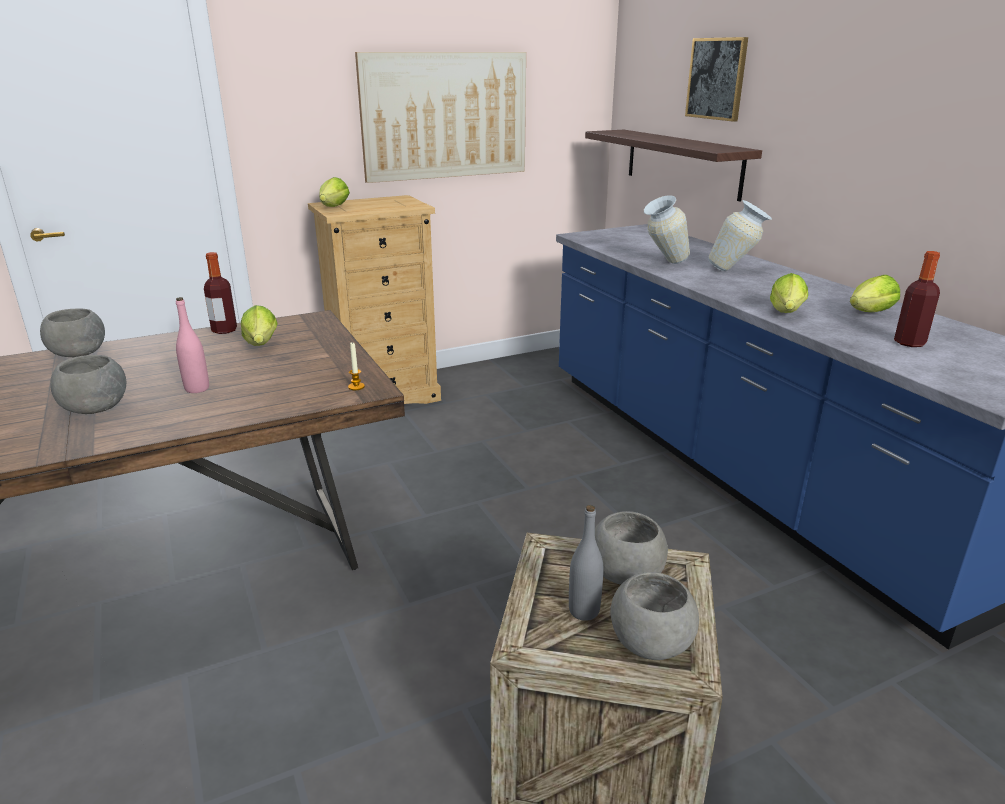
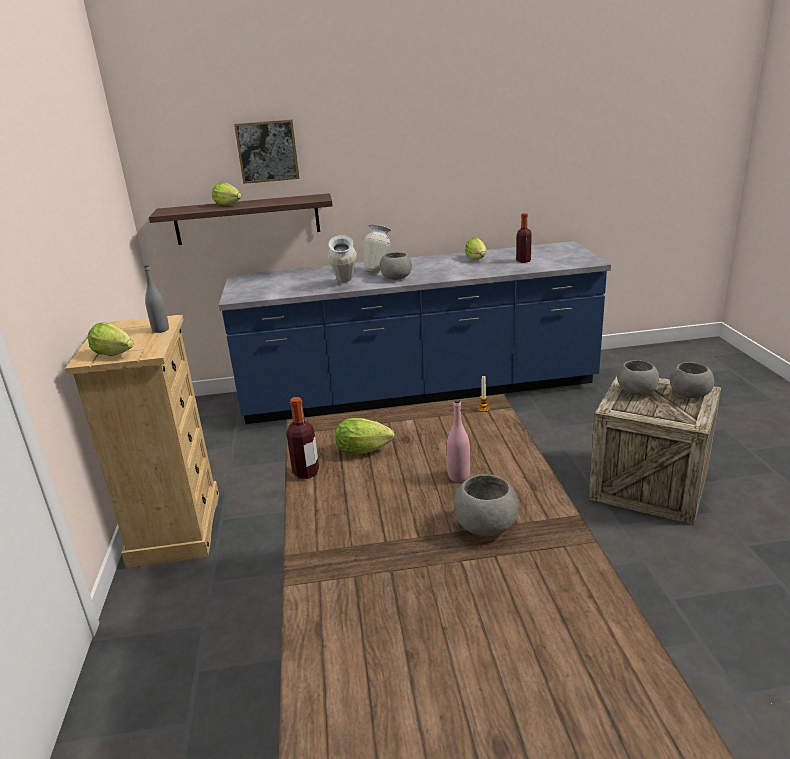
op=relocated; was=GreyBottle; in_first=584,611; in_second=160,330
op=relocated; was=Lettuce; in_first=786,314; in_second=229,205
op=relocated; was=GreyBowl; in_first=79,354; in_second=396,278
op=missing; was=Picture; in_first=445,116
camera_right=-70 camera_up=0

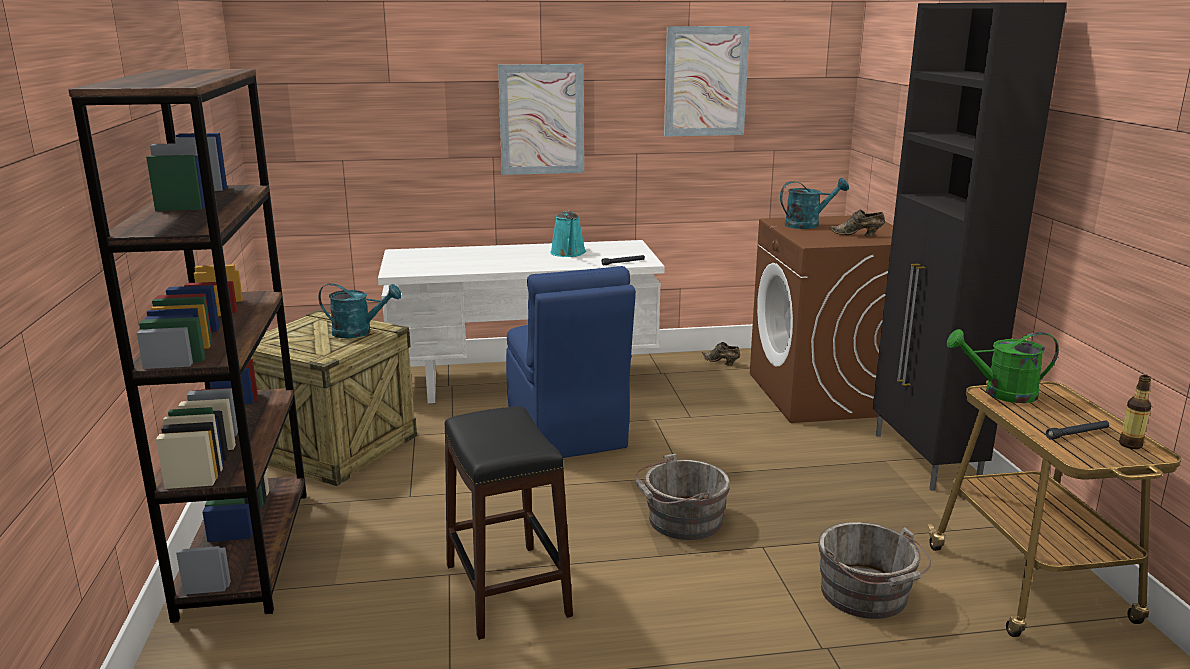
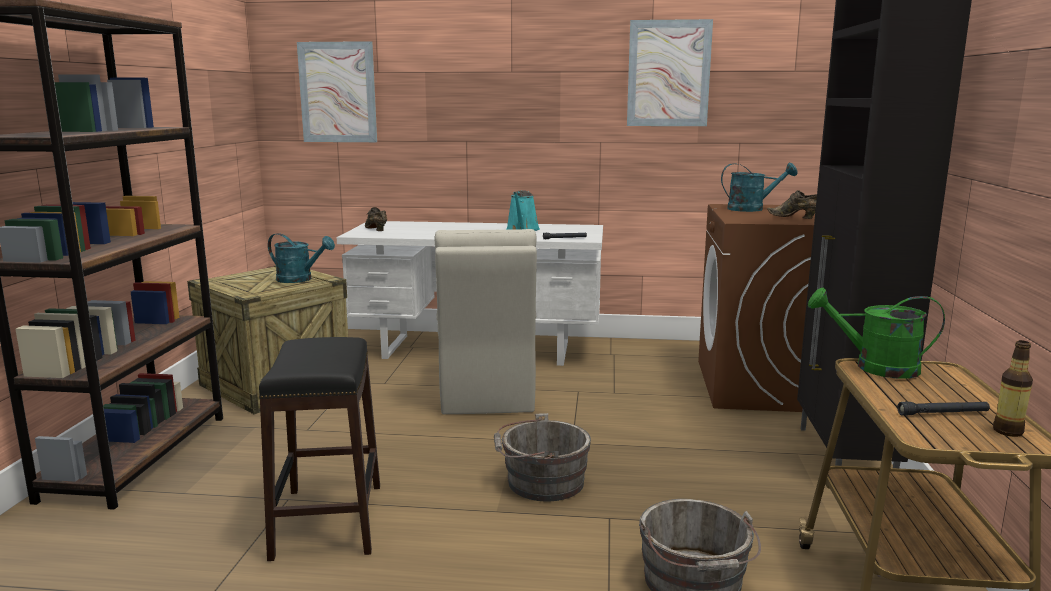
op=relocated; was=Picture; in_first=542,119; in_second=338,92
op=relocated; was=BrownShoe; in_first=721,362; in_second=375,229
op=colour; was=BlueChair; now=BeigeChair; in_first=566,432; in_second=486,393
camera_right=15 camera_up=-5

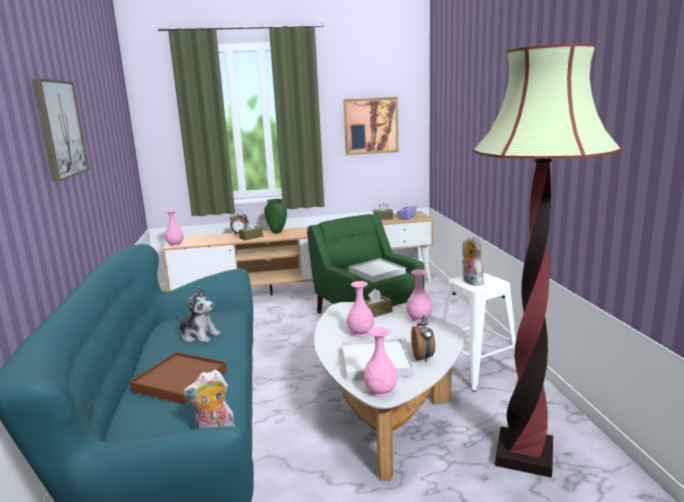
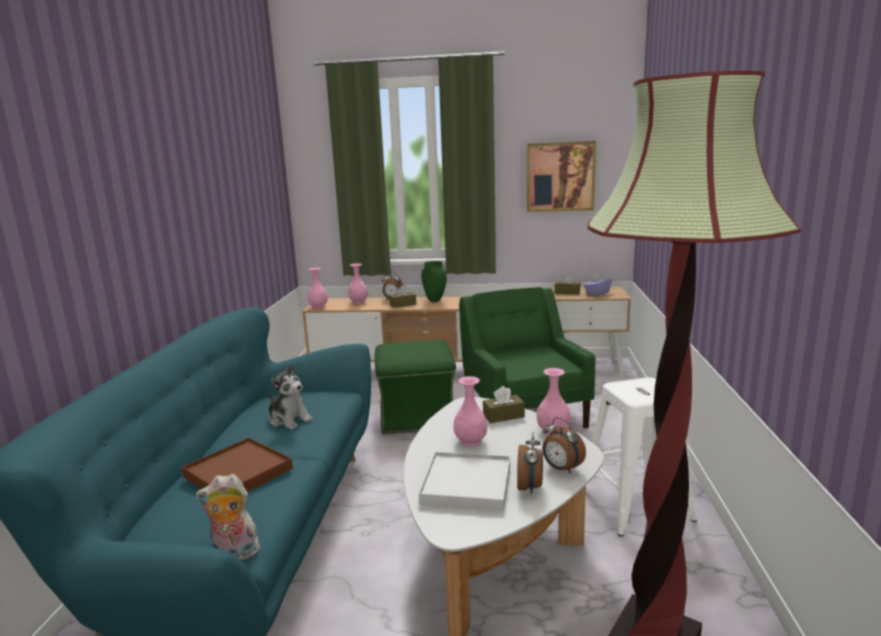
op=relocated; was=PinkVase; in_first=380,391; in_second=358,302
op=appeared; now=GreenOttoman; in_second=417,416
op=appeared; now=AlarmClock; in_second=561,469
op=missing; was=Picture; in_first=59,129
op=missing; was=WhiteTray; in_first=377,272
op=missing; was=PlushToy; in_first=470,282
camera_right=15 camera_up=0

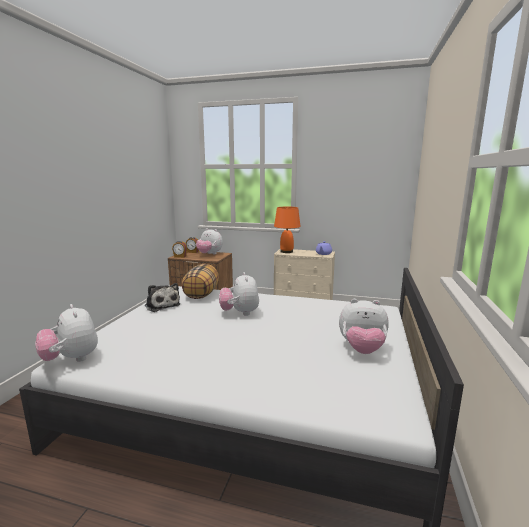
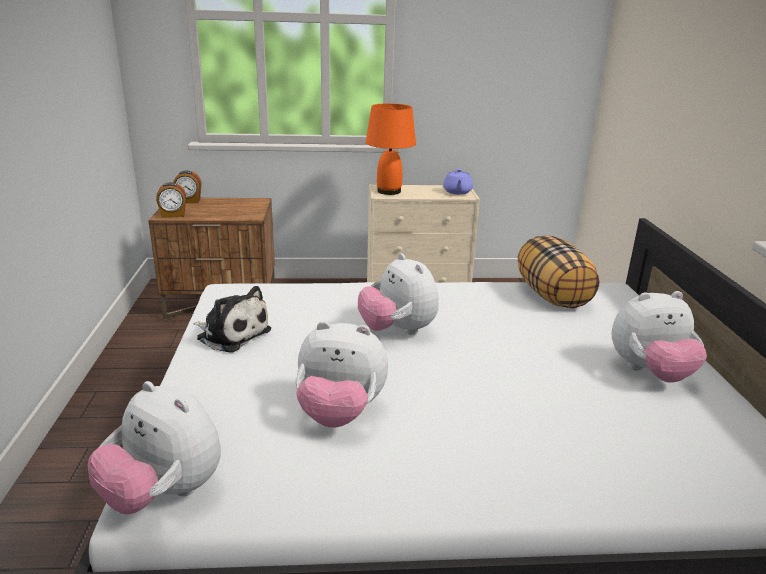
op=relocated; was=PlushToy; in_first=209,254; in_second=339,414
op=relocated; was=Pillow; in_first=201,294; in_second=553,296
camera_right=-20 camera_up=10

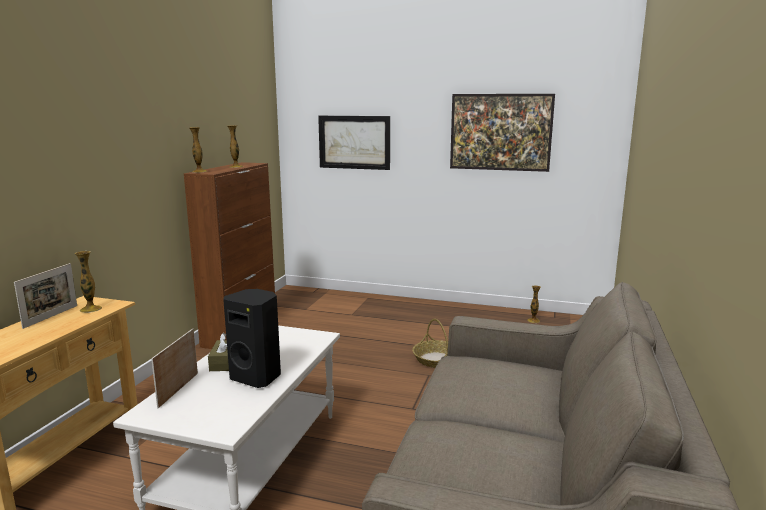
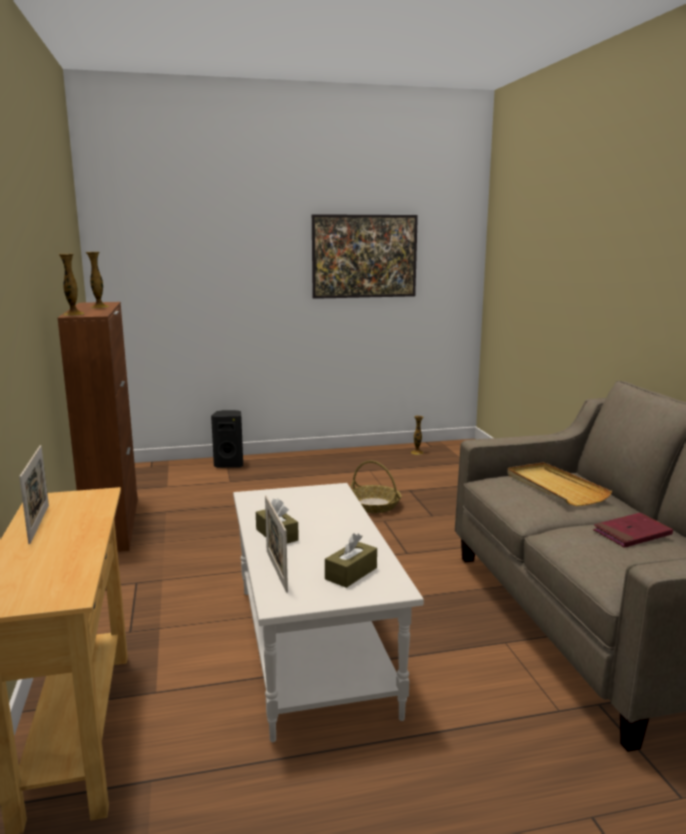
op=relocated; was=BlackSpeaker; in_first=257,377; in_second=230,464
op=appeared; now=BrownTissueBox; in_second=351,573
op=appeared; now=BeigeTray; in_second=555,487
op=appeared; now=RedBook; in_second=632,533
op=missing; was=Vase; in_first=91,309
op=missing; was=Picture; in_first=354,142
camera_right=-30 camera_up=0

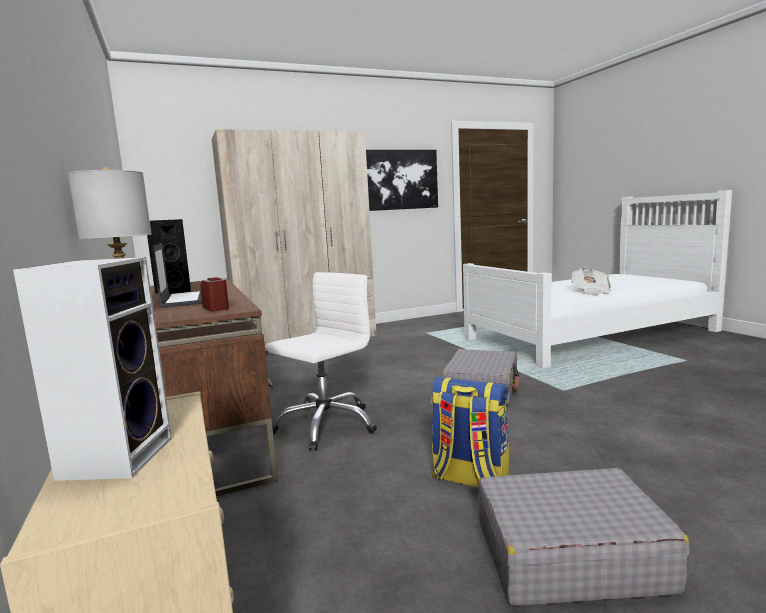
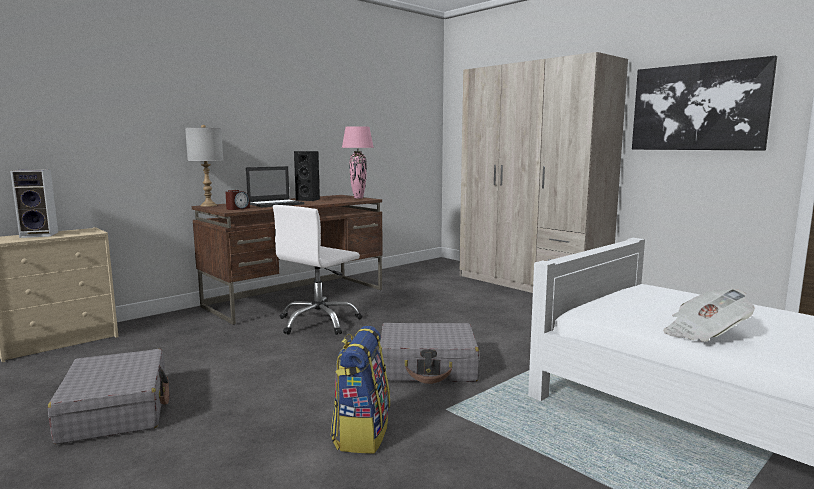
op=spun; was=WhiteOfficeChair; in_first=325,425; in_second=319,322; clockwise=105
op=relocated; was=Backpack; in_first=469,478; in_second=361,433
op=appeared; now=PinkTableLamp; in_second=358,198
camera_right=70 camera_up=0

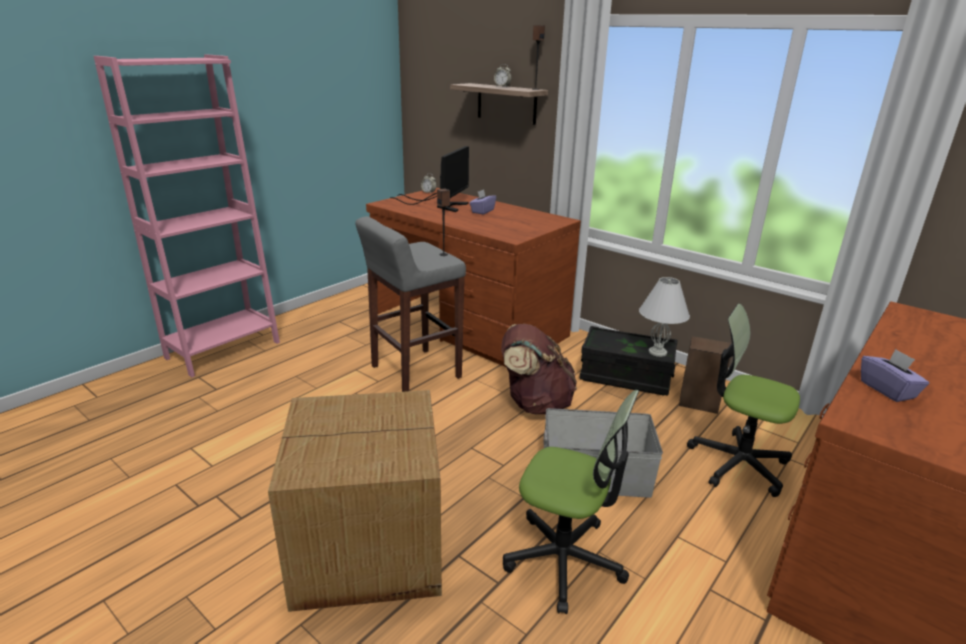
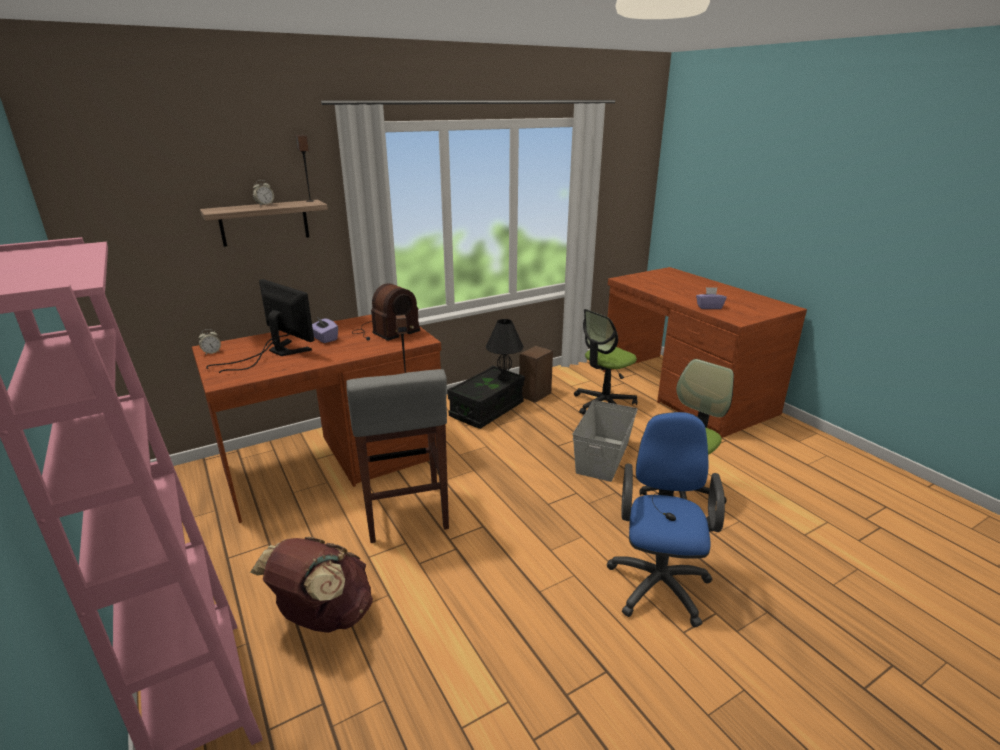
op=relocated; was=BrownBackpack; in_first=534,404; in_second=323,616
op=appeared; now=Radio; in_second=385,332
op=colour; was=WhiteTableLamp; now=BlackTableLamp; in_first=657,352; in_second=504,377
op=exchanged; was=CardboardBox; now=BlueOfficeChair; in_first=370,547; in_second=658,581
camera_right=-70 camera_up=0

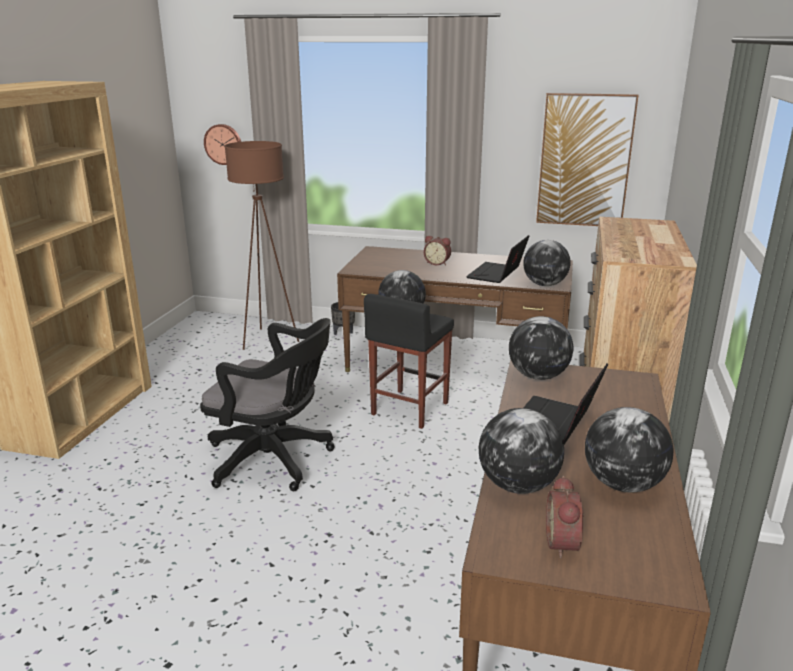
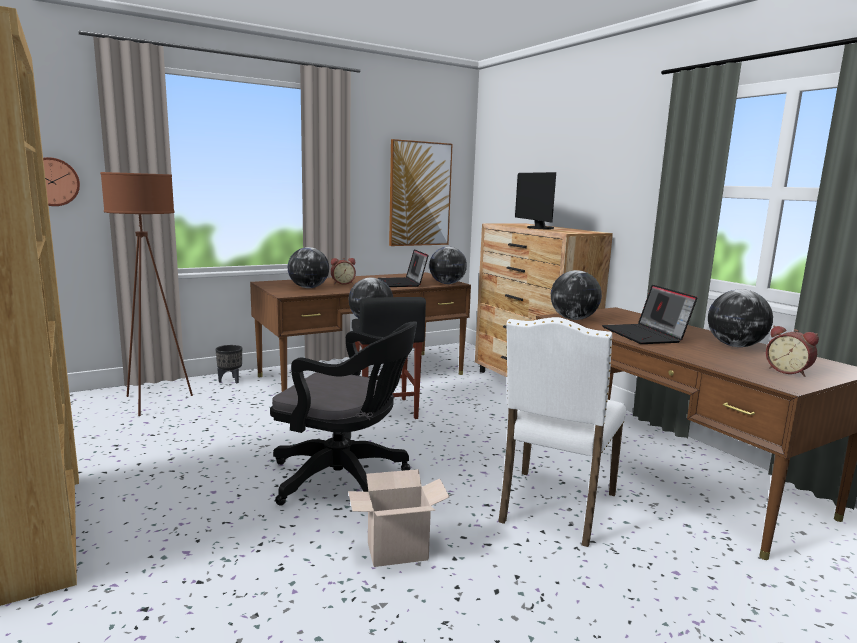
op=spun; was=BlackOfficeChair; in_first=275,460; in_second=345,480; clockwise=45
op=relocated; was=Globe; in_first=518,485; in_second=308,287
op=appeared; now=CardboardBox; in_second=396,553
op=appeared; now=WhiteChair; in_second=555,508
op=appeared; now=Monitor; in_second=537,228
camera_right=-45 camera_up=-10

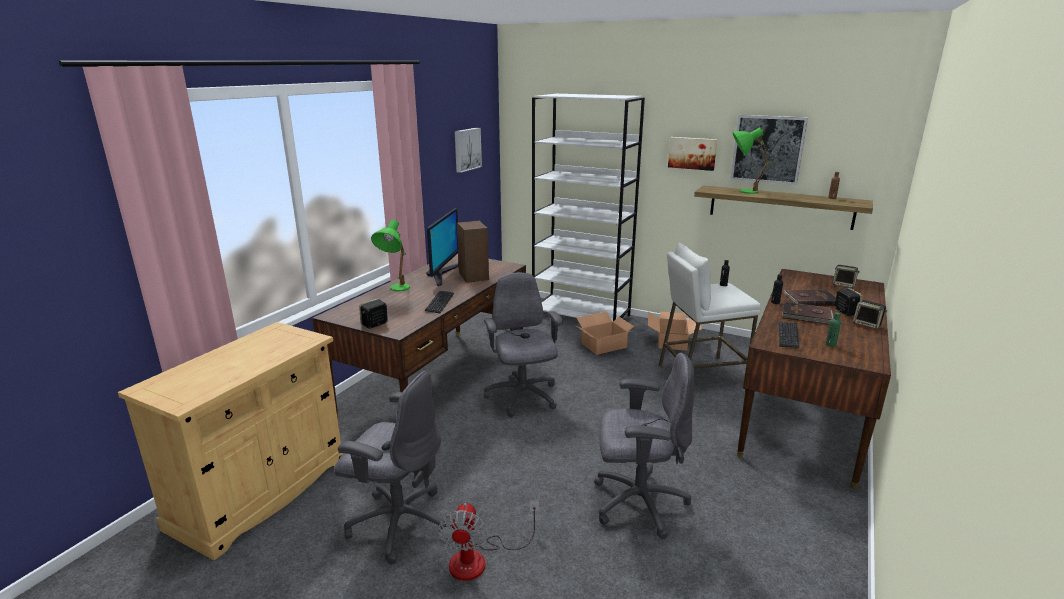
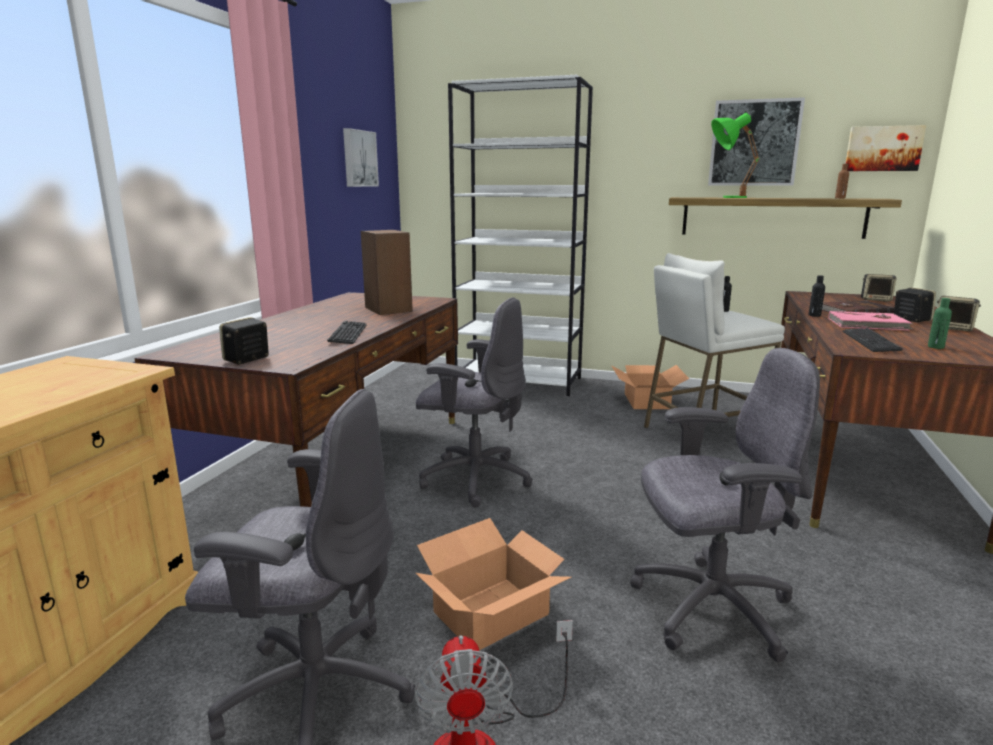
op=spun; was=GreyOfficeChair; in_first=522,397; in_second=474,479; clockwise=135
op=relocated; was=CardboardBox; in_first=603,345; in_second=489,613
op=colour; was=BrownBook; now=PinkBook; in_first=806,316; in_second=868,324
op=relocated; was=Picture; in_first=692,153; in_second=883,149
op=missing; was=GreenTableLamp; in_first=395,290
op=missing; was=Monitor; in_first=442,274
camera_right=-10 camera_up=-5

